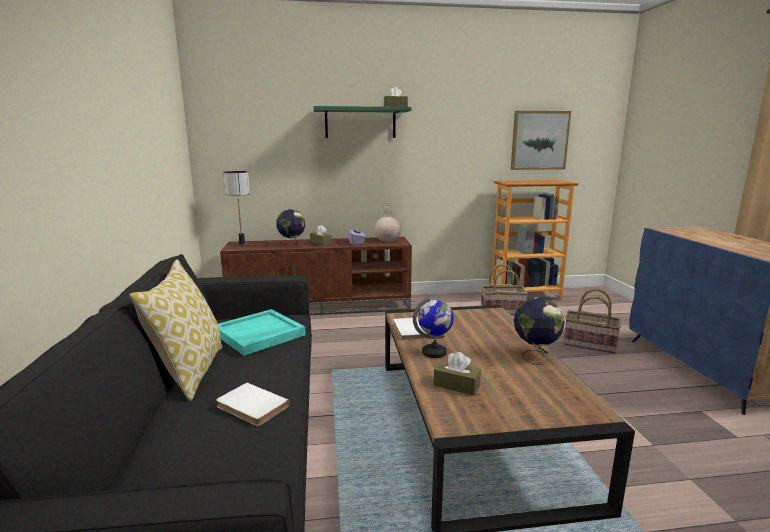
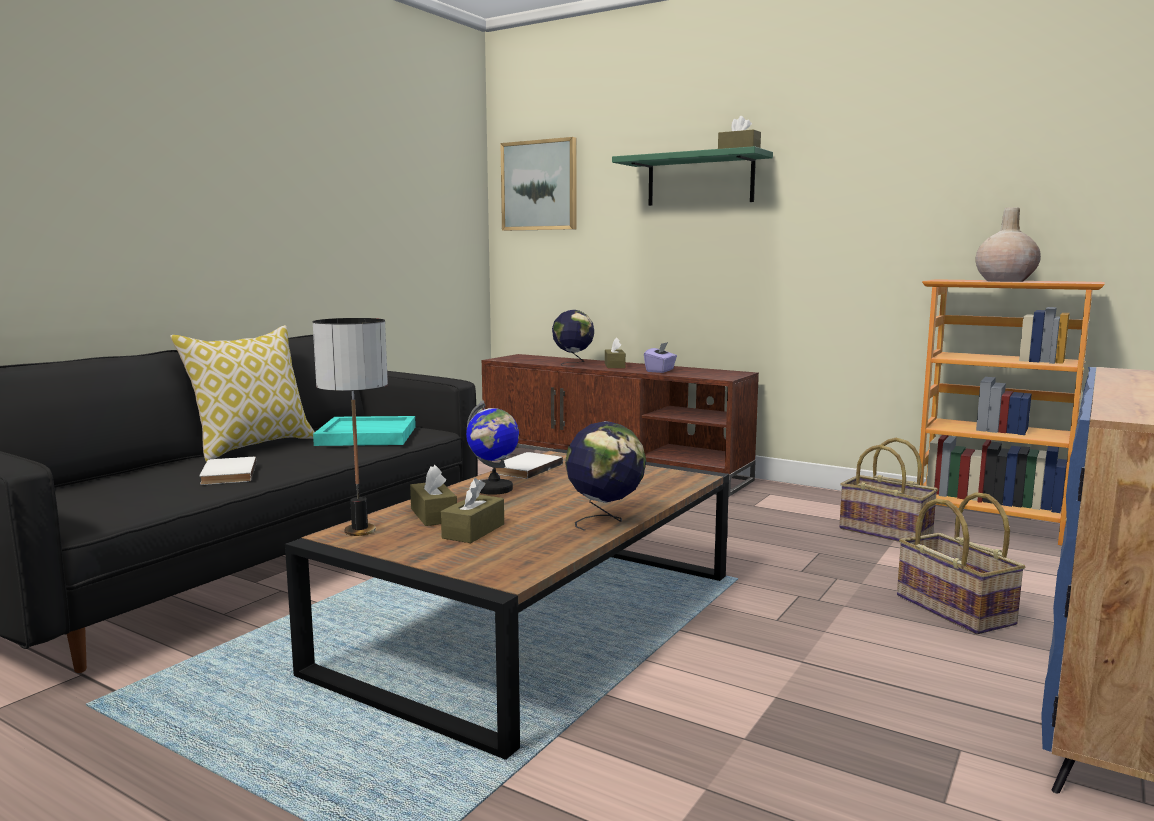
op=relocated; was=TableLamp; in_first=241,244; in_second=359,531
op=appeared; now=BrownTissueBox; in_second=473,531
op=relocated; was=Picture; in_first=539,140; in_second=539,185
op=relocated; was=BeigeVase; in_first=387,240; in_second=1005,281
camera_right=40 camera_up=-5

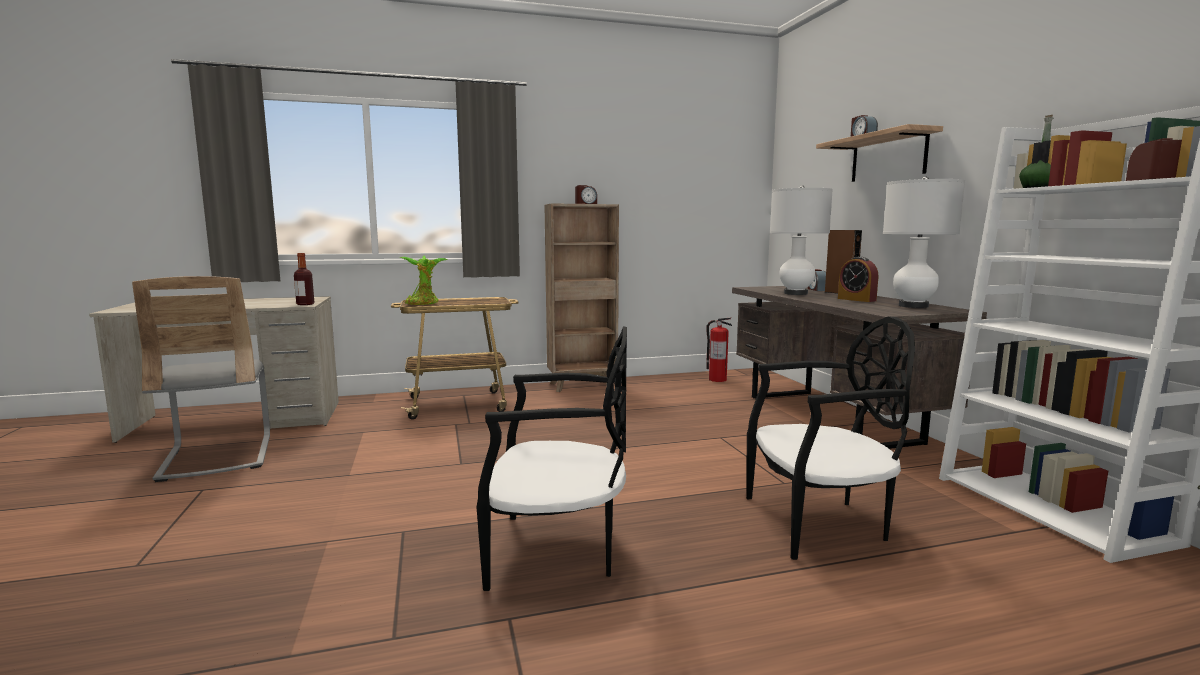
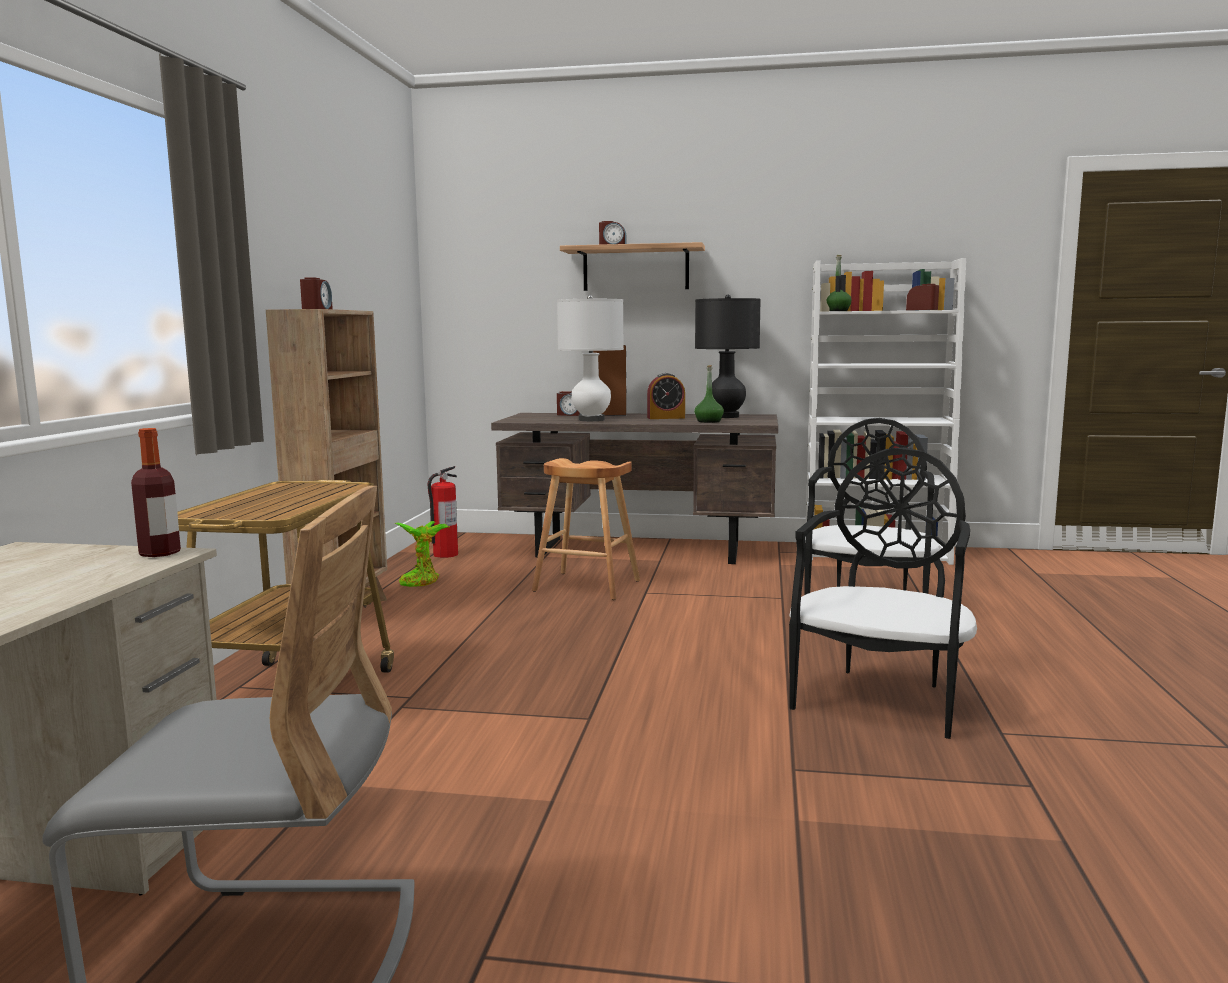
op=relocated; was=PottedPlant; in_first=424,303; in_second=421,581
op=appeared; now=BrownStool; in_second=587,586
op=appeared; now=GreenBottle; in_second=708,421
op=colour; was=WhiteTableLamp; now=BlackTableLamp; in_first=913,306; in_second=726,416
camera_right=-65 camera_up=0

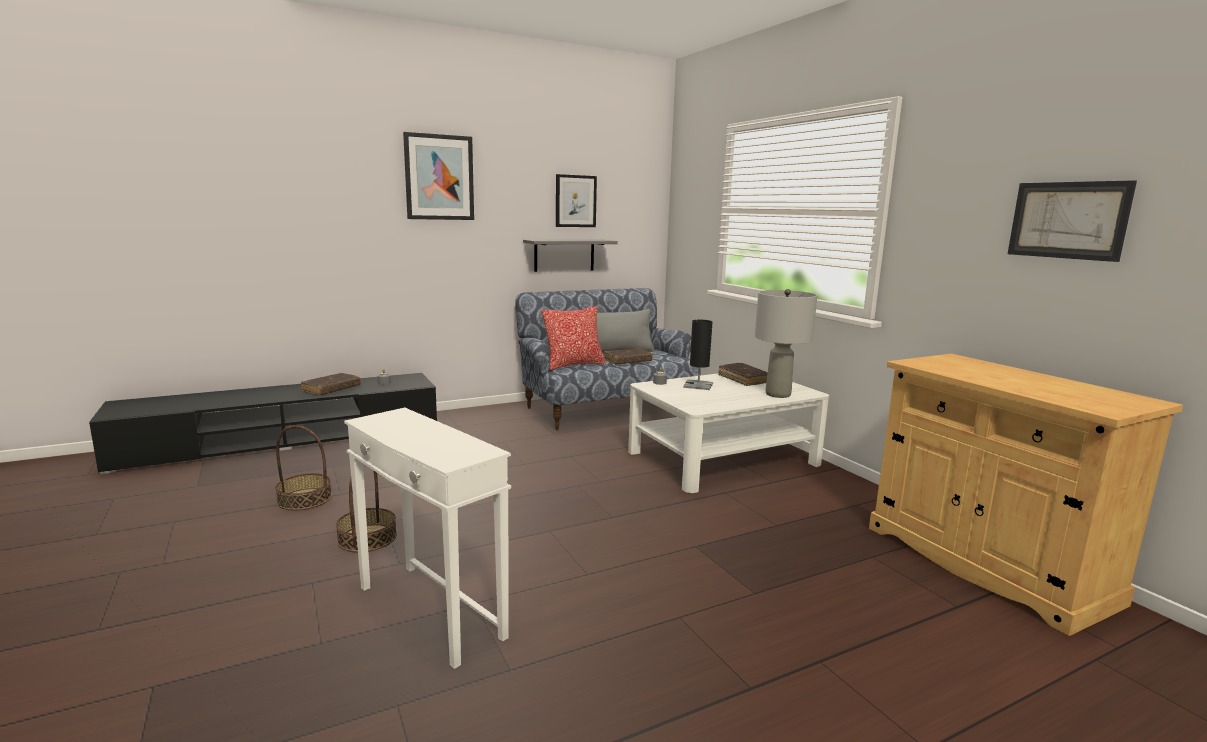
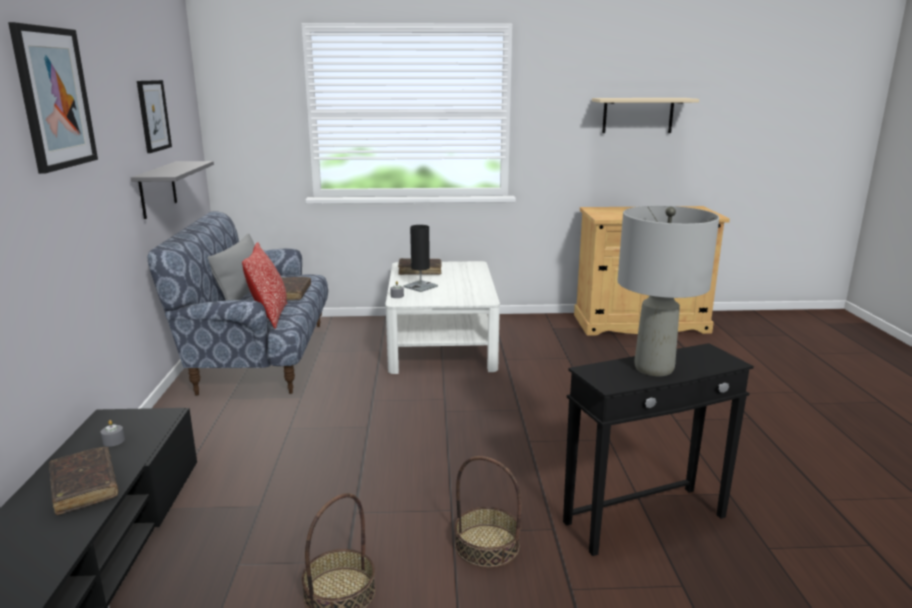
op=colour; was=WhiteSideTable; now=BlackSideTable; in_first=430,612; in_second=646,520
op=exchanged; was=Picture; now=BeigeShelf; in_first=1068,220; in_second=638,115
op=relocated; was=GreyTableLamp; in_first=777,394; in_second=653,368
camera_right=-65 camera_up=5

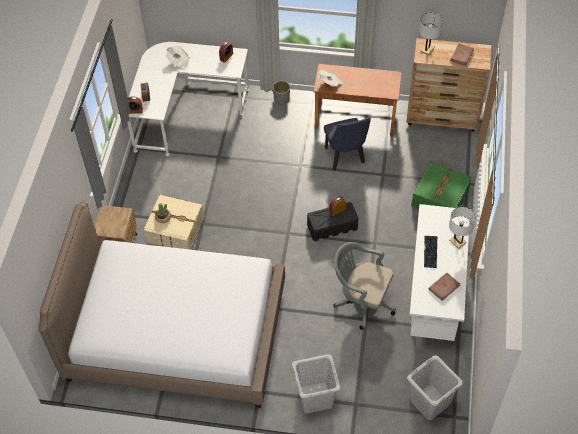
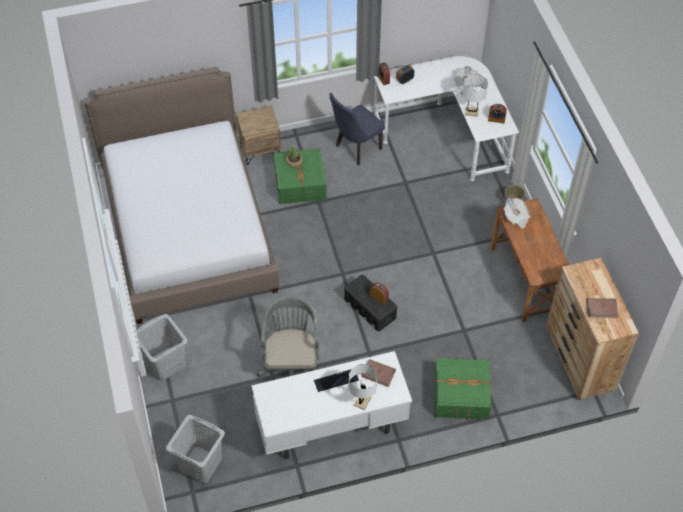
op=colour; was=BeigeStorageBox; now=GreenStorageBox; in_first=175,229; in_second=300,184
op=relocated; was=BlueChair; in_first=345,158; in_second=355,149
op=relocated; was=BrownBook; in_first=444,287; in_second=378,374
op=relocated; was=WhiteTableLamp; in_first=427,49; in_second=471,112
camera_right=65 camera_up=0

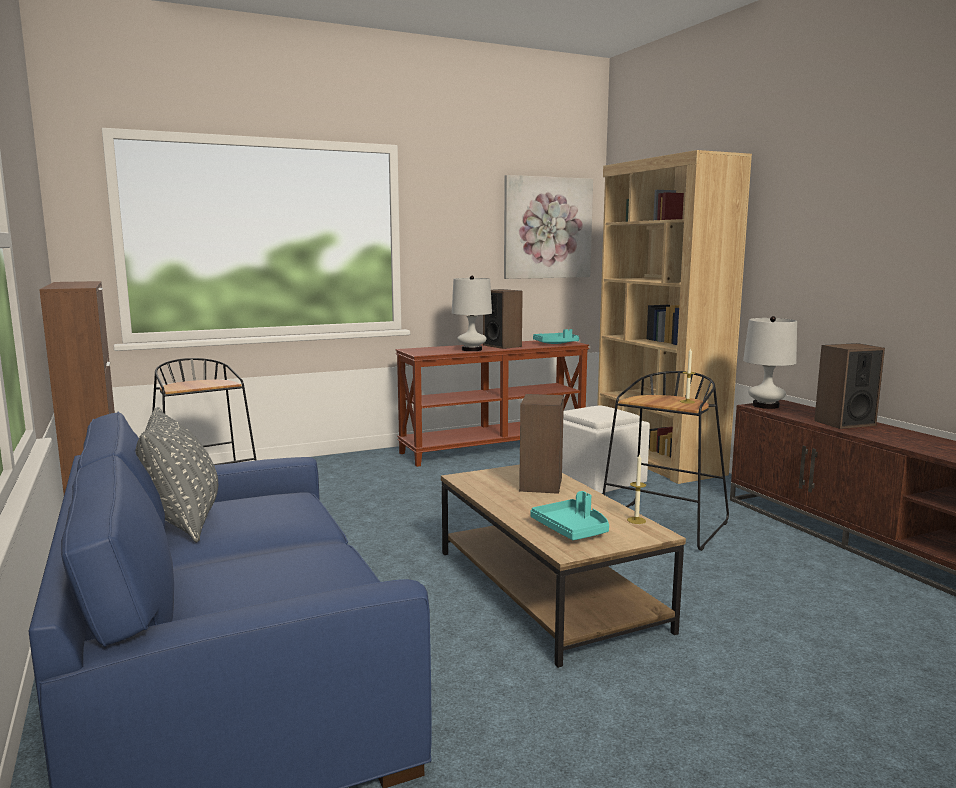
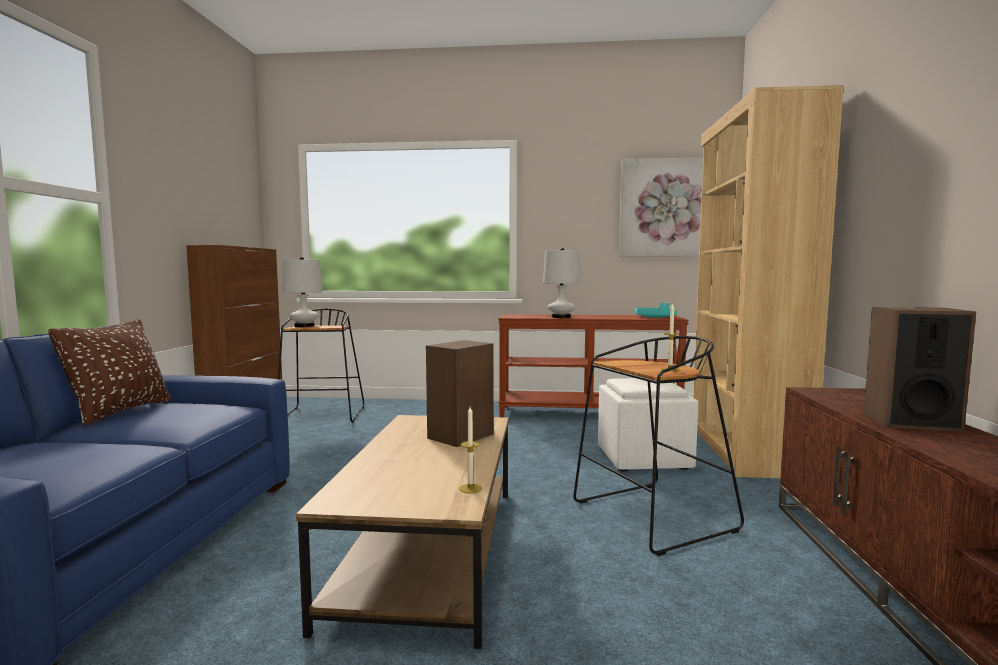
op=colour; was=GreyPillow; now=BrownPillow; in_first=182,522; in_second=119,411
op=relocated; was=WhiteTableLamp; in_first=765,406; in_second=304,326
op=missing; was=Speaker; in_first=502,346
op=missing; was=TurquoiseTray; in_first=572,529
camera_right=30 camera_up=-5

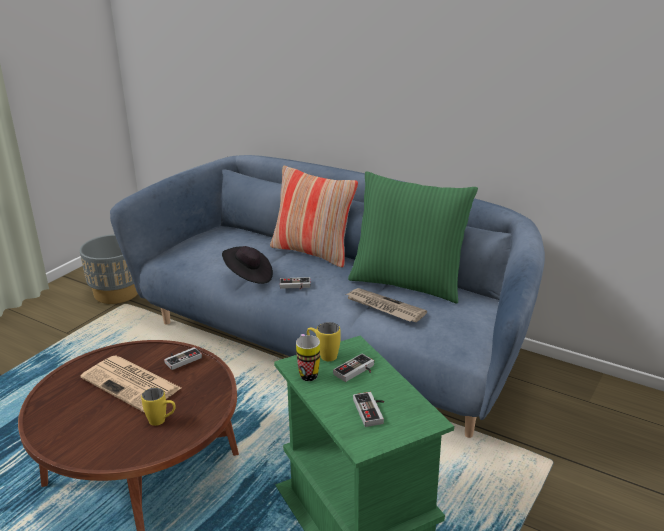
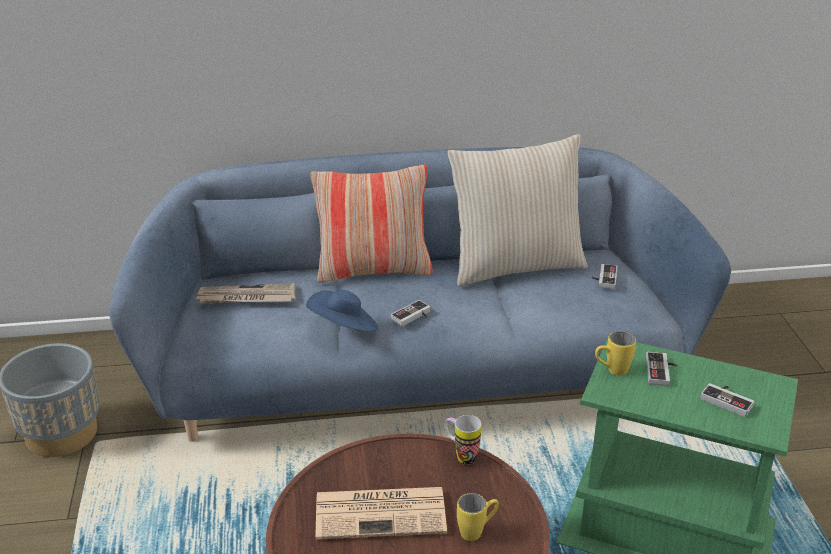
op=relocated; was=Newspaper; in_first=384,307; in_second=246,297
op=colour; was=BlackHat; now=BlueHat; in_first=248,276; in_second=344,328
op=relocated; was=Mug; in_first=307,372; in_second=461,455
op=colour; was=GreenPillow; now=BeigePillow; in_first=408,283; in_second=515,265
op=relocated; was=GameController; in_first=181,359; in_second=603,278
camera_right=-40 camera_up=5

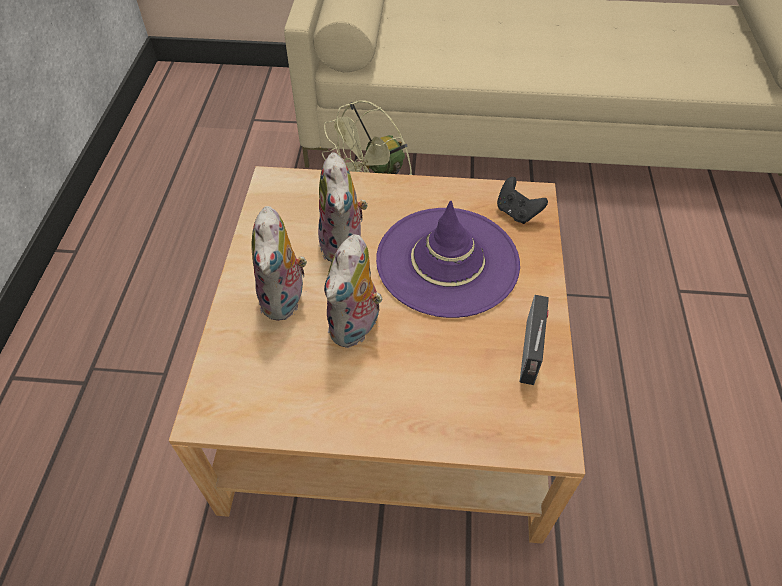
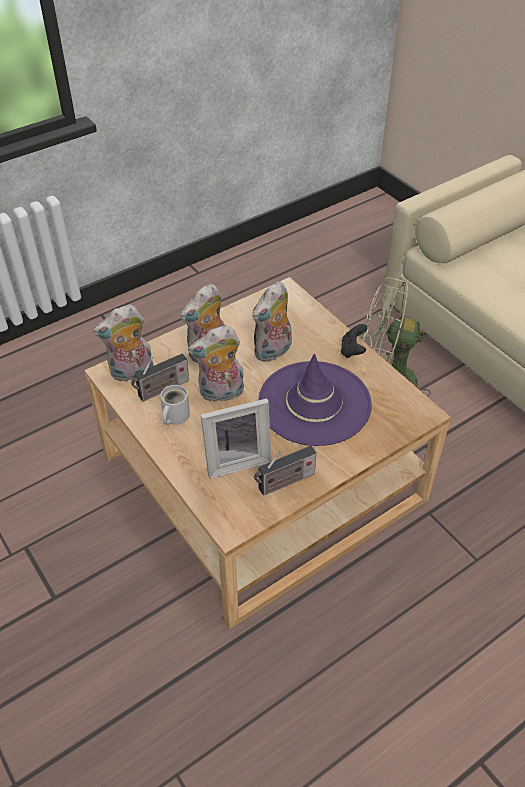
op=appeared; now=PlushToy; in_second=131,373
op=appeared; now=Radio; in_second=161,390
op=appeared; now=WhiteMug; in_second=174,416
op=appeared; now=PictureFrame; in_second=236,459
op=relocated; was=BlackGameController; in_first=516,212; in_second=352,350
camera_right=50 camera_up=-5

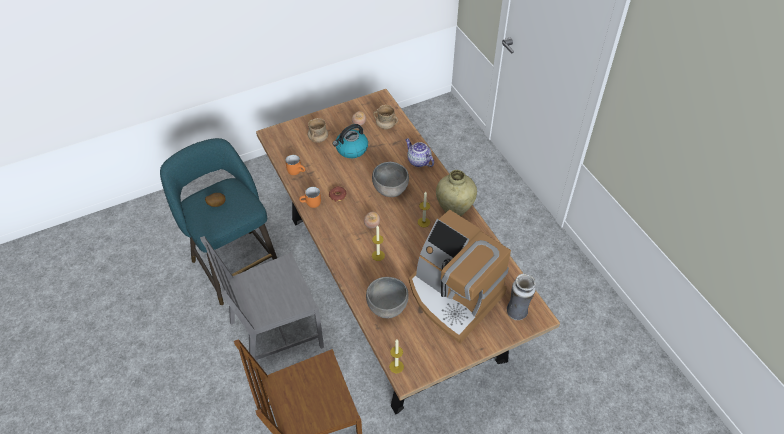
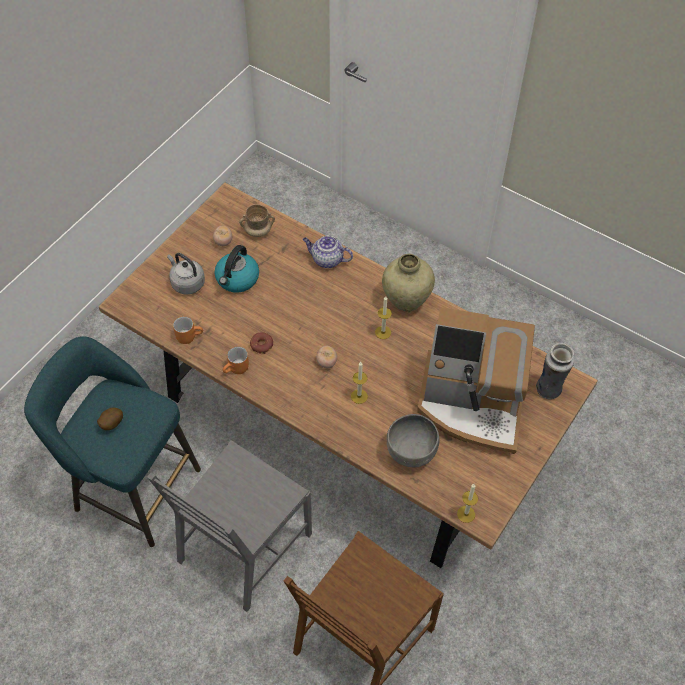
op=exchanged; was=BeigeMug; now=GreyKettle; in_first=318,139; in_second=186,283
op=missing; was=GreyBowl; in_first=390,190
camera_right=-30 camera_up=5

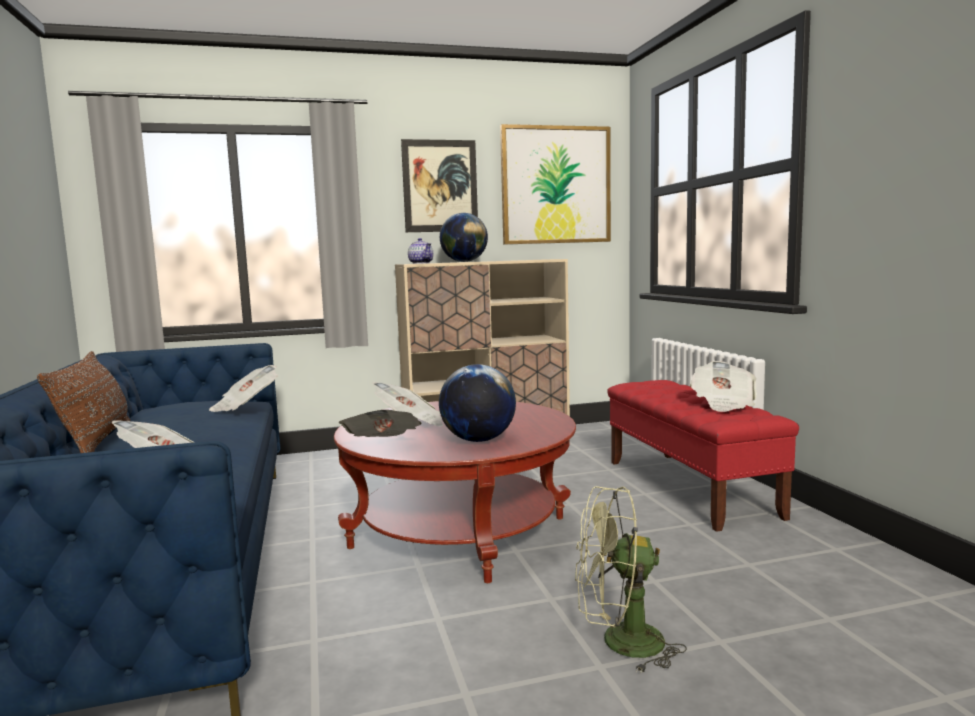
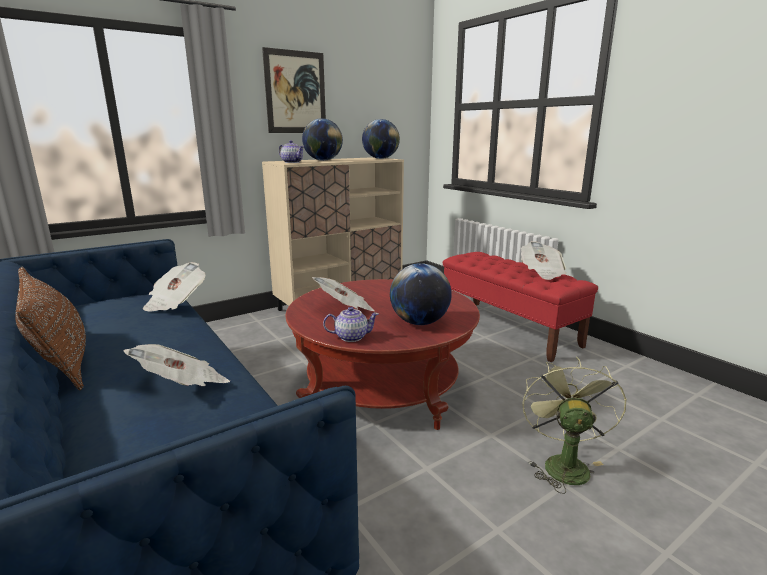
op=exchanged; was=Newspaper; now=Teapot; in_first=383,447; in_second=351,337
op=appeared; now=Globe; in_second=380,158
op=spun; was=GreenFan; in_first=620,643; in_second=562,463; clockwise=120
op=missing; was=Picture; in_first=556,185
camera_right=-20 camera_up=10

